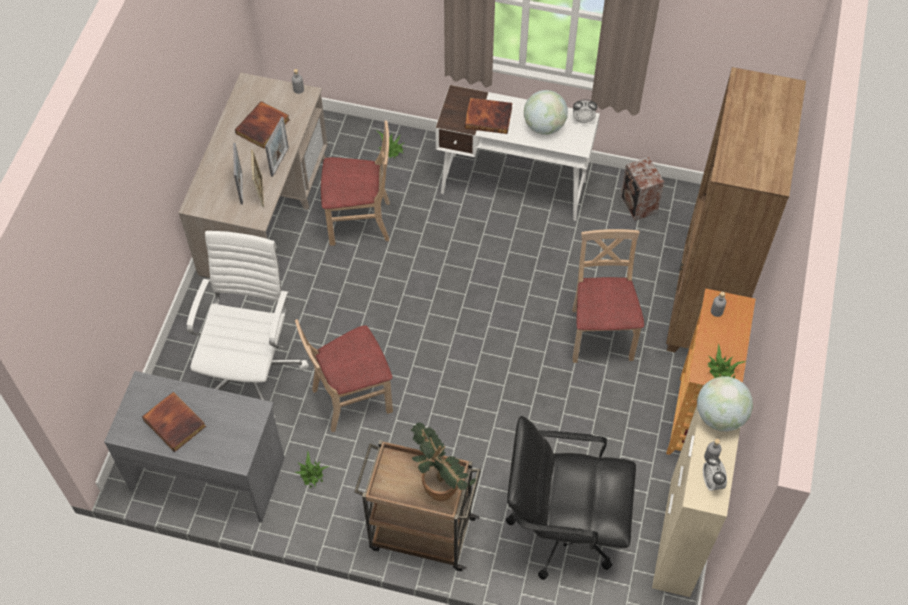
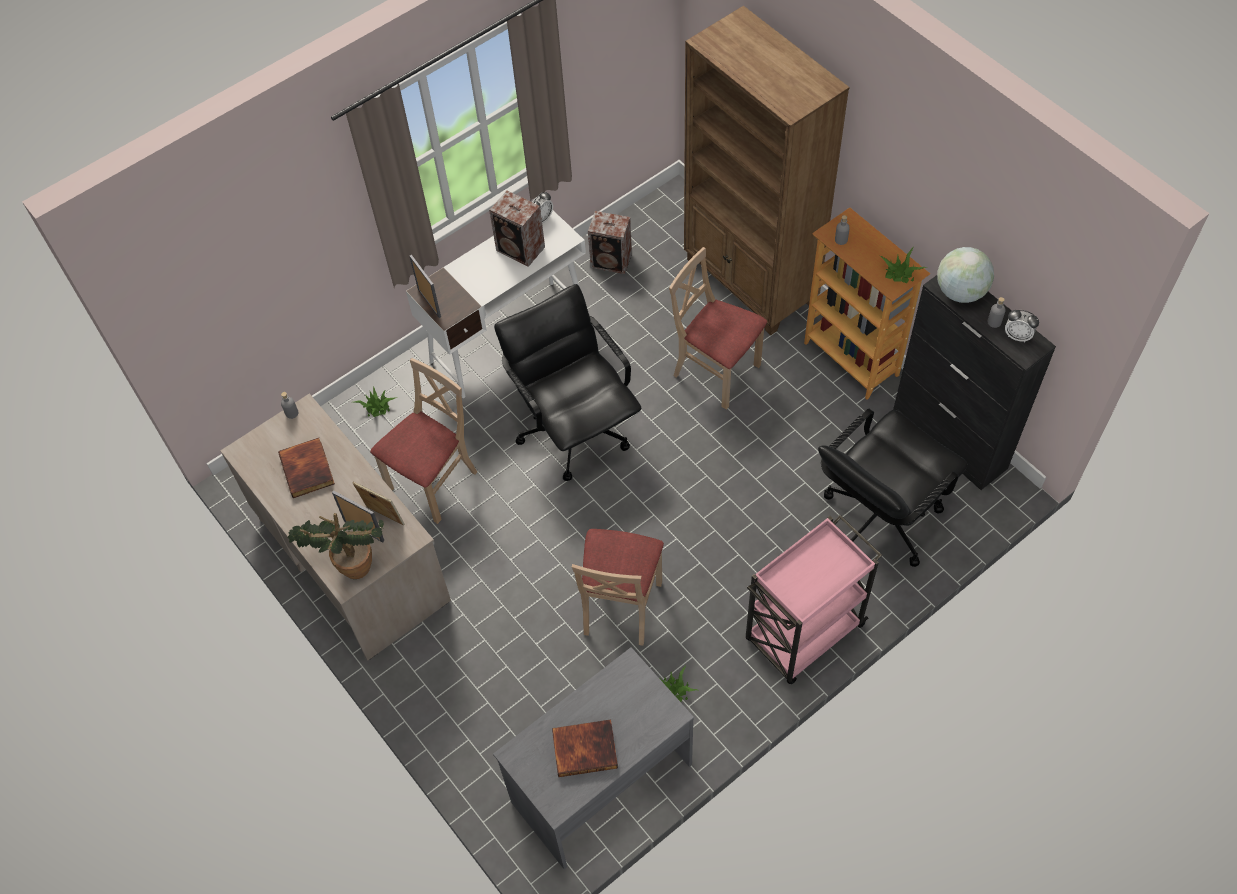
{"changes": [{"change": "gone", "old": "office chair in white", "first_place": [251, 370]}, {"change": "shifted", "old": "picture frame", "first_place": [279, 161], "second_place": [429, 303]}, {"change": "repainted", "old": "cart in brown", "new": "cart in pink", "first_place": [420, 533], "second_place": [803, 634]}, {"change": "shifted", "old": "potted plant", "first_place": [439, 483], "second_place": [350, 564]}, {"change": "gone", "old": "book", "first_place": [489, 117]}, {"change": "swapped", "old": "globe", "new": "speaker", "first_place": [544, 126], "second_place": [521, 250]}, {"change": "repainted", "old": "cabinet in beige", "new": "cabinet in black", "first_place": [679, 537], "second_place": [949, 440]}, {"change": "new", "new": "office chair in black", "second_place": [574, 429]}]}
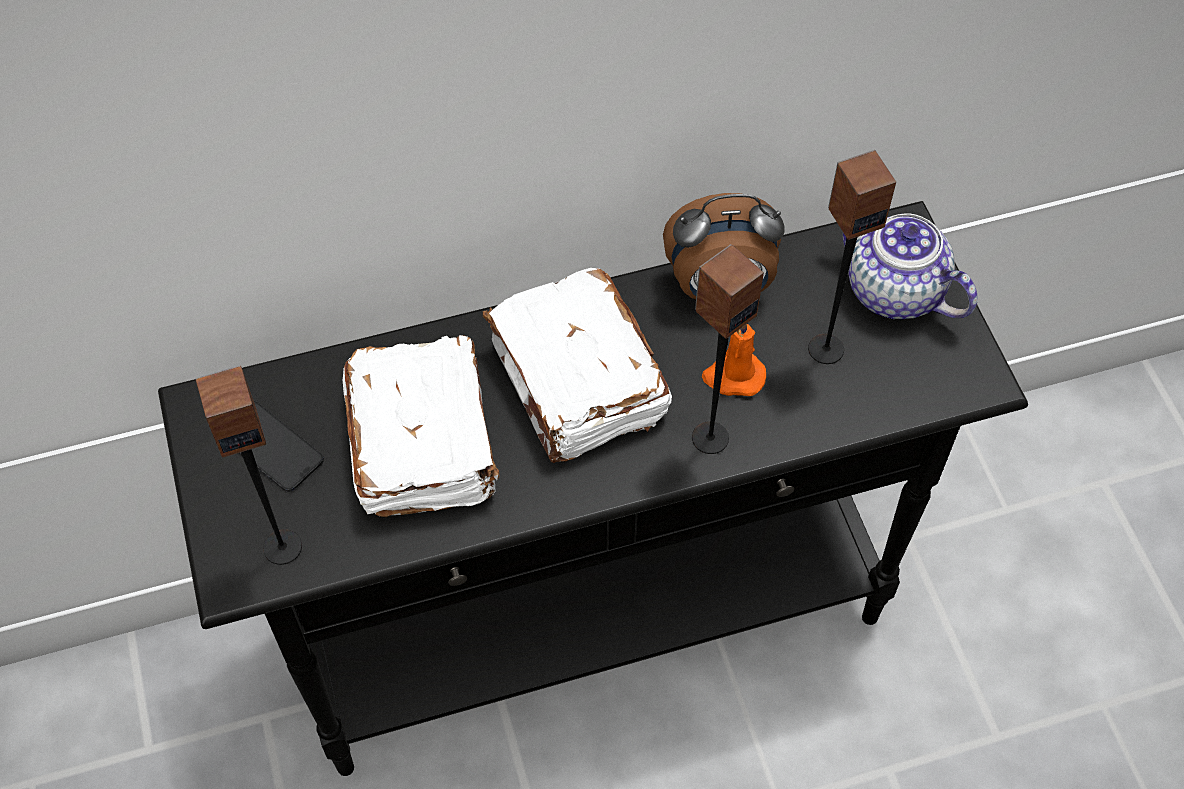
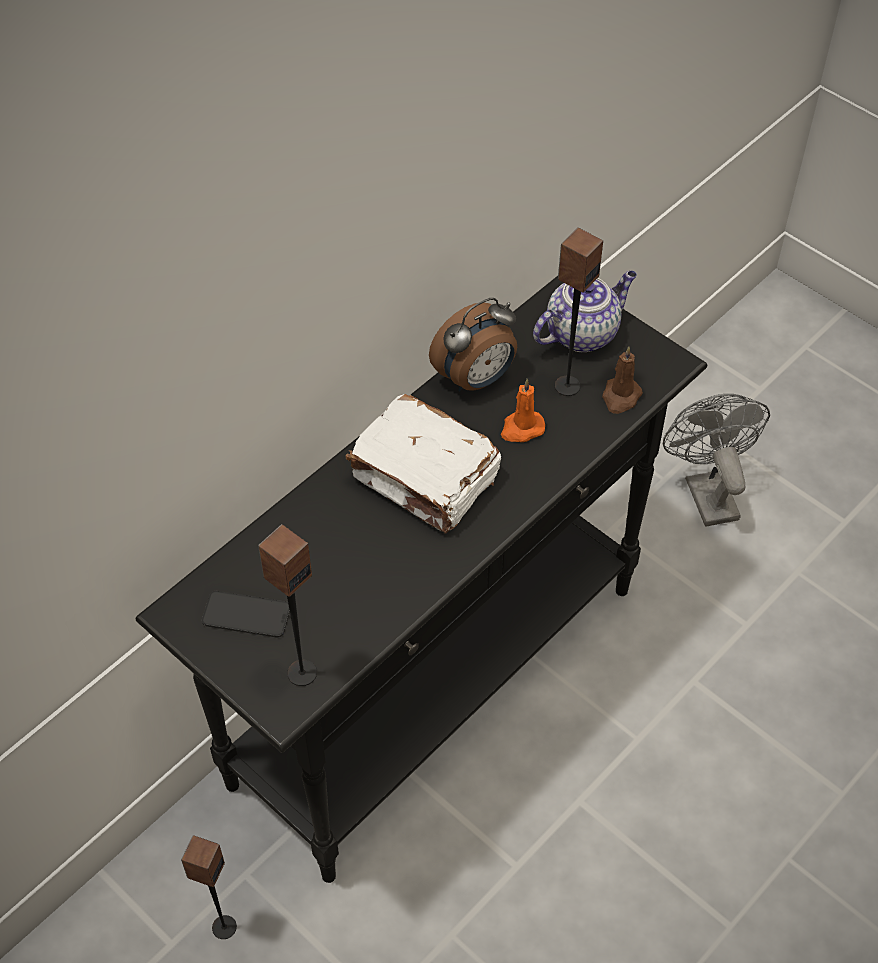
{"changes": [{"change": "gone", "old": "book in white", "first_place": [424, 441]}, {"change": "shifted", "old": "speaker", "first_place": [709, 437], "second_place": [223, 927]}, {"change": "rotated", "old": "teapot", "first_place": [891, 290], "second_place": [582, 332], "degrees": 135}, {"change": "new", "new": "candle in brown", "second_place": [620, 397]}, {"change": "new", "new": "fan in grey", "second_place": [707, 491]}]}
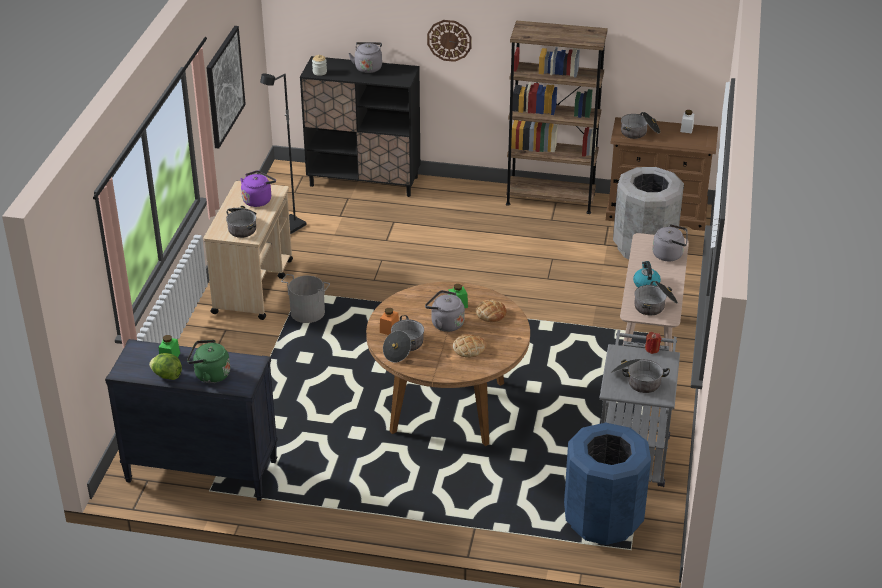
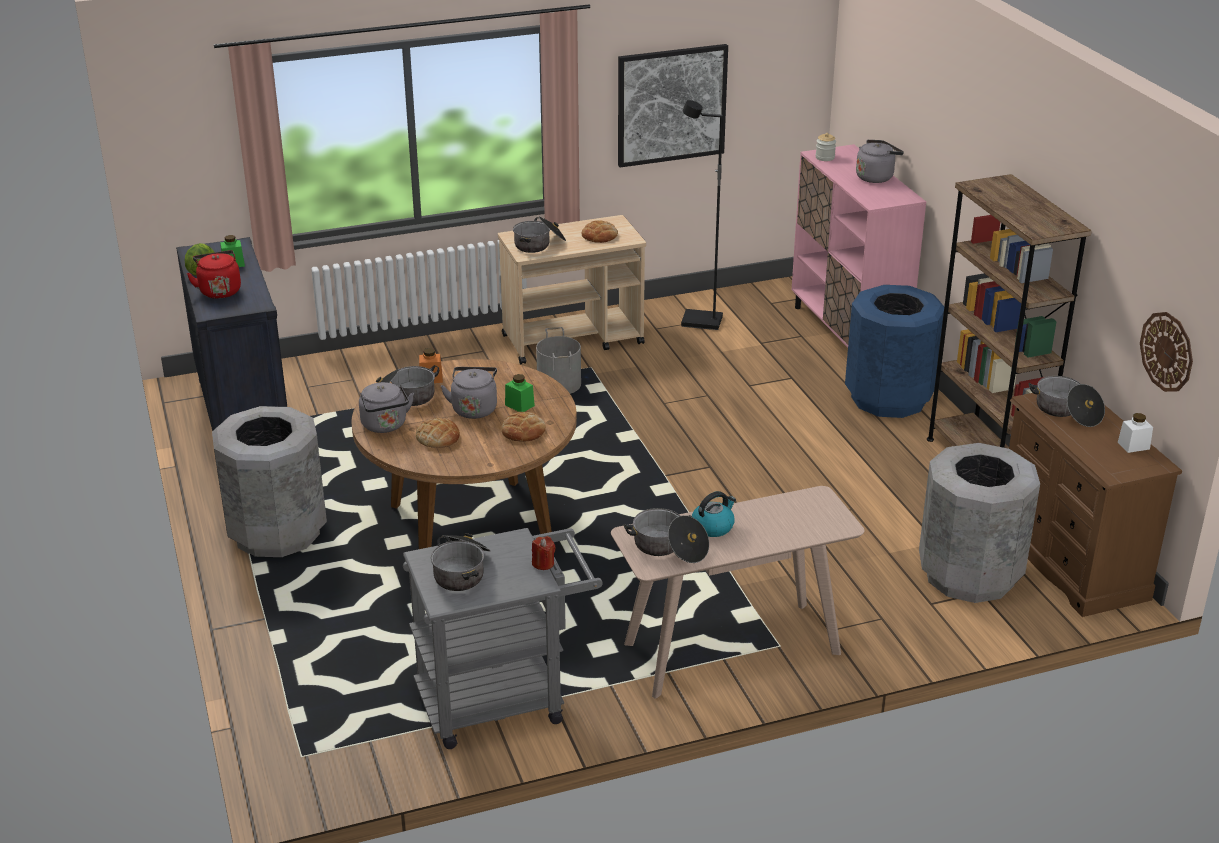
{"changes": [{"change": "repainted", "old": "kettle in green", "new": "kettle in red", "first_place": [210, 375], "second_place": [219, 291]}, {"change": "swapped", "old": "kettle in purple", "new": "bread", "first_place": [258, 200], "second_place": [599, 236]}, {"change": "repainted", "old": "cabinet in black", "new": "cabinet in pink", "first_place": [364, 181], "second_place": [847, 334]}, {"change": "shifted", "old": "wall clock", "first_place": [449, 40], "second_place": [1167, 351]}, {"change": "shifted", "old": "trash can in blue", "first_place": [603, 521], "second_place": [888, 399]}, {"change": "shifted", "old": "kettle in grey", "first_place": [669, 255], "second_place": [385, 426]}, {"change": "new", "new": "trash can in grey", "second_place": [277, 534]}]}
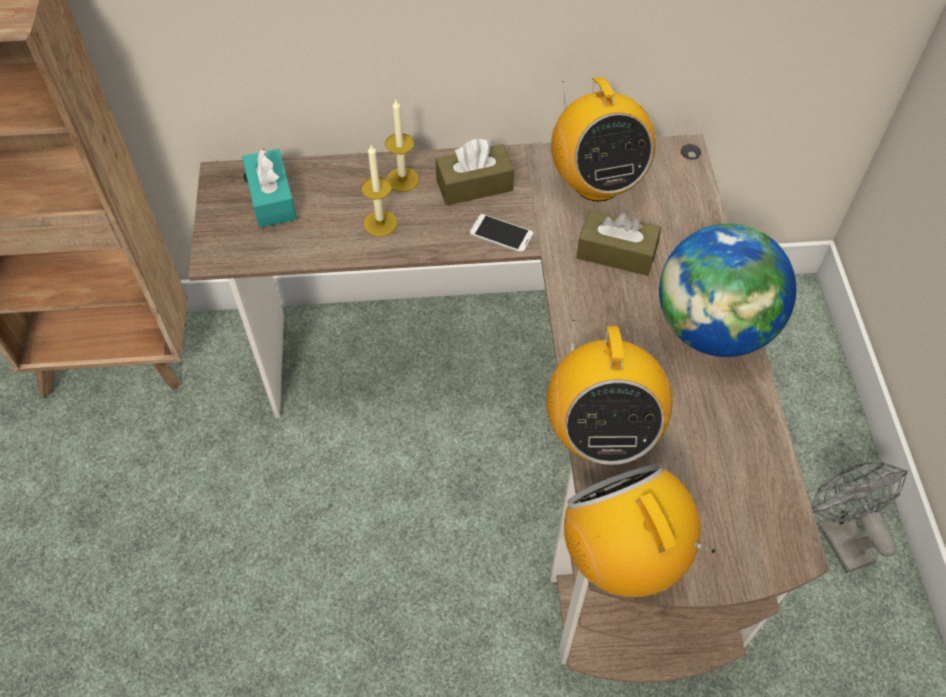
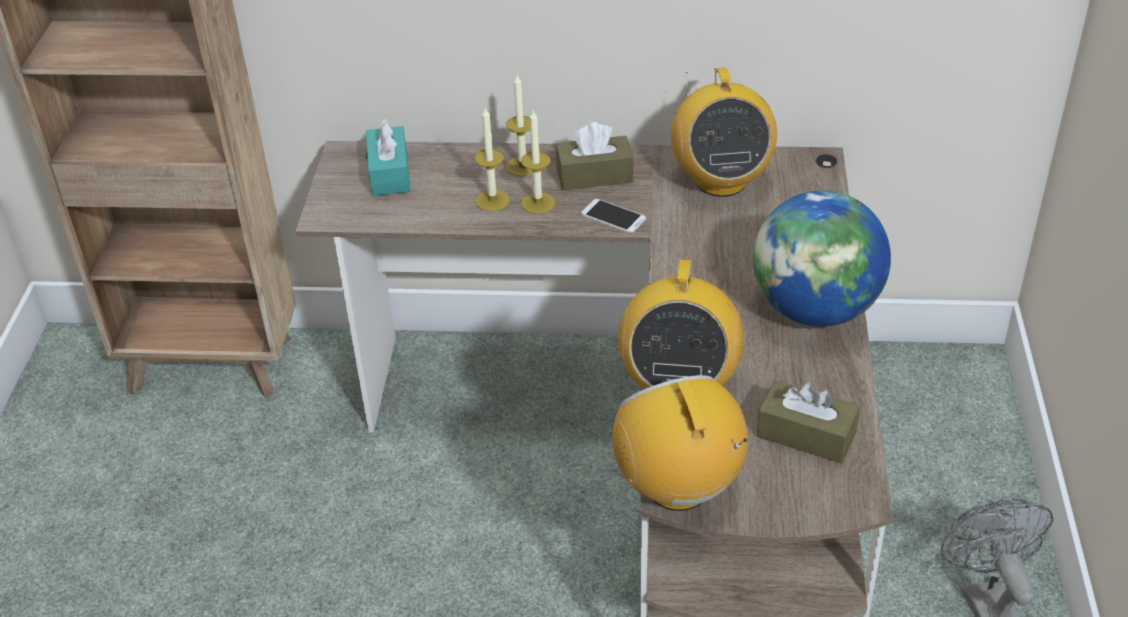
{"changes": [{"change": "shifted", "old": "tissue box in brown", "first_place": [616, 253], "second_place": [806, 434]}, {"change": "new", "new": "candle", "second_place": [538, 203]}]}
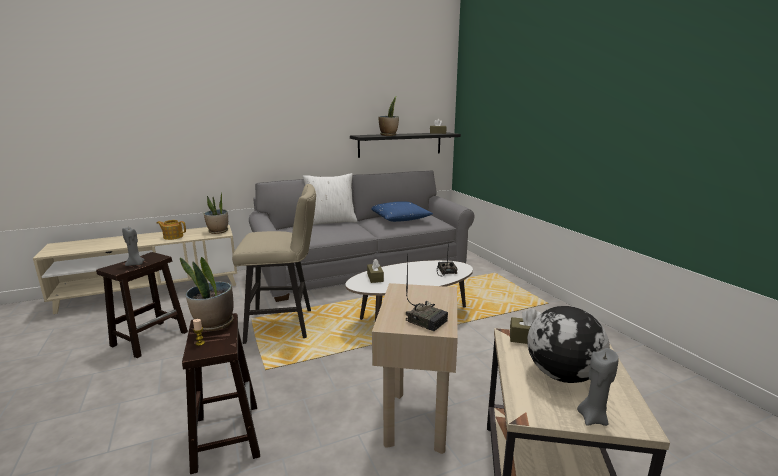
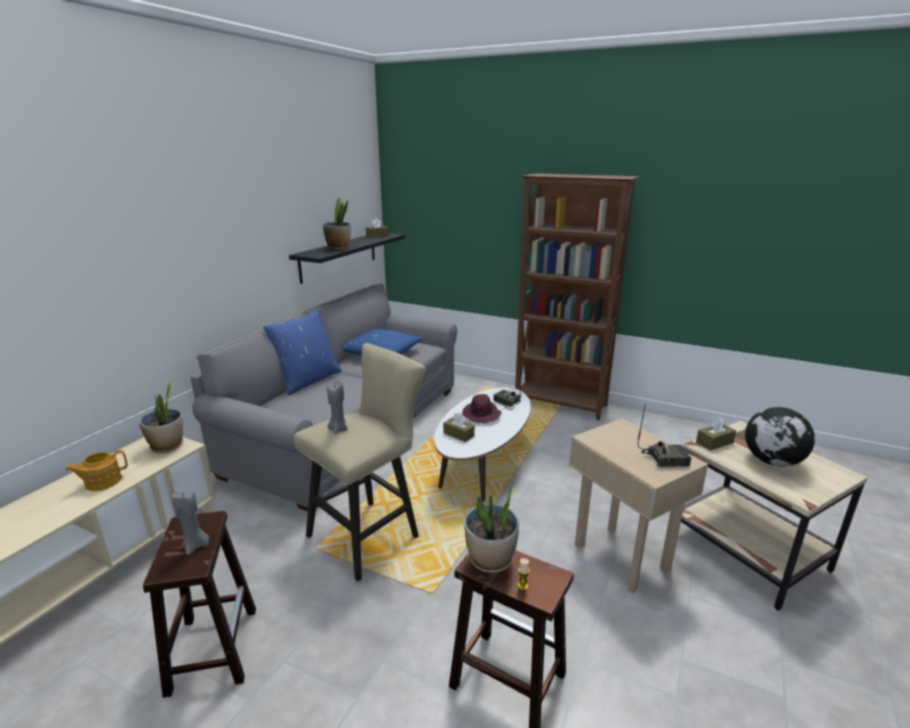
{"changes": [{"change": "repainted", "old": "pillow in white", "new": "pillow in blue", "first_place": [331, 222], "second_place": [308, 380]}, {"change": "shifted", "old": "candle in grey", "first_place": [592, 418], "second_place": [338, 429]}, {"change": "new", "new": "hat in purple", "second_place": [481, 415]}, {"change": "new", "new": "bookcase in brown", "second_place": [561, 404]}]}
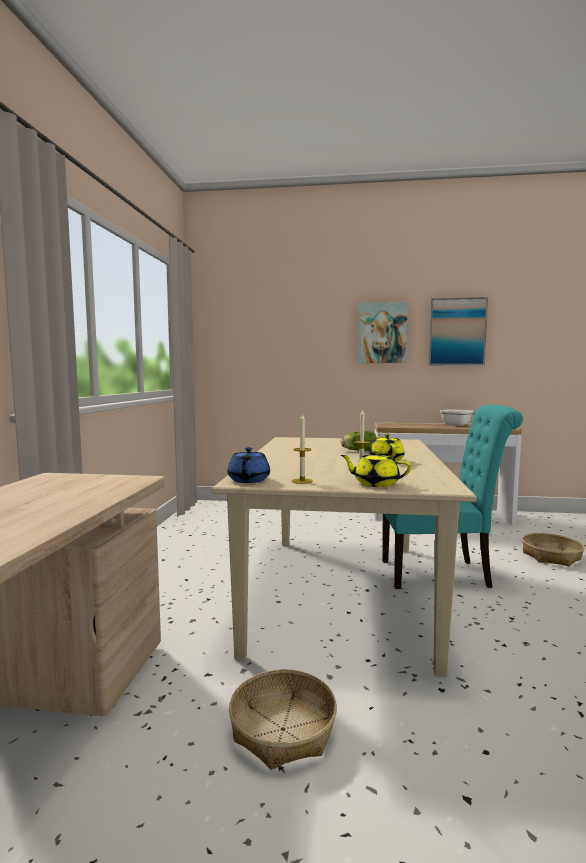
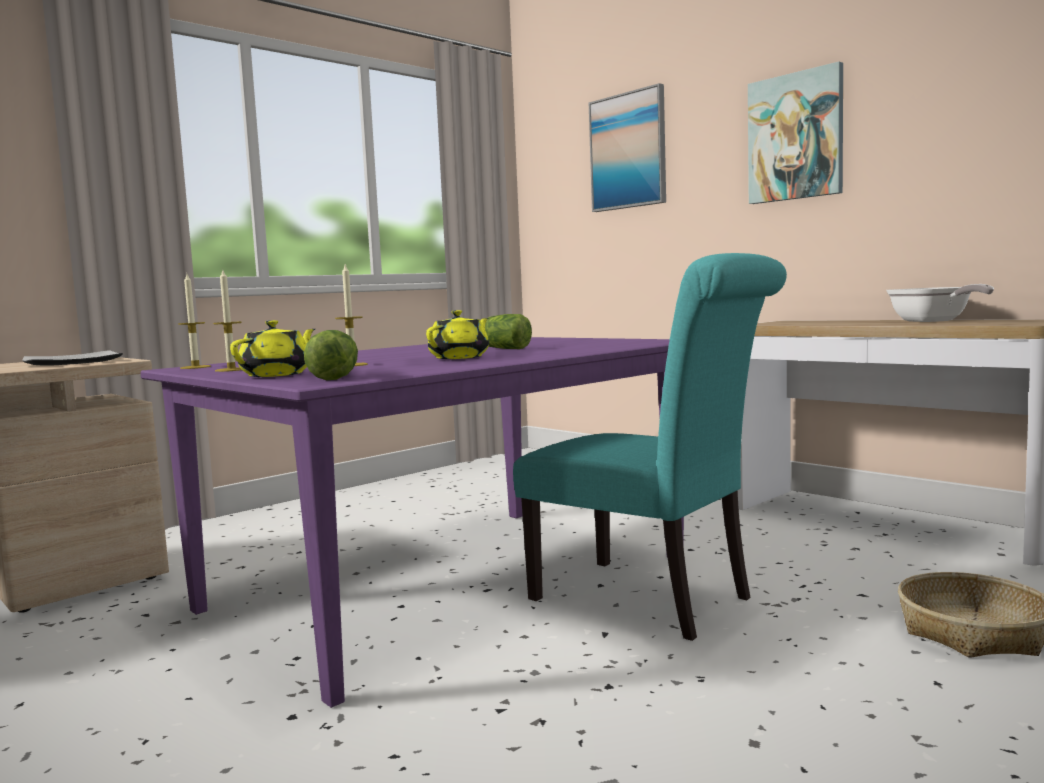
{"changes": [{"change": "repainted", "old": "dining table in beige", "new": "dining table in purple", "first_place": [340, 591], "second_place": [450, 582]}, {"change": "swapped", "old": "teapot in blue", "new": "candle", "first_place": [248, 480], "second_place": [195, 367]}, {"change": "gone", "old": "basket", "first_place": [283, 730]}, {"change": "rotated", "old": "teapot in yellow", "first_place": [375, 483], "second_place": [277, 375], "degrees": 60}, {"change": "shifted", "old": "picture", "first_place": [457, 332], "second_place": [628, 151]}, {"change": "new", "new": "plate", "second_place": [74, 362]}, {"change": "new", "new": "lettuce", "second_place": [336, 377]}]}
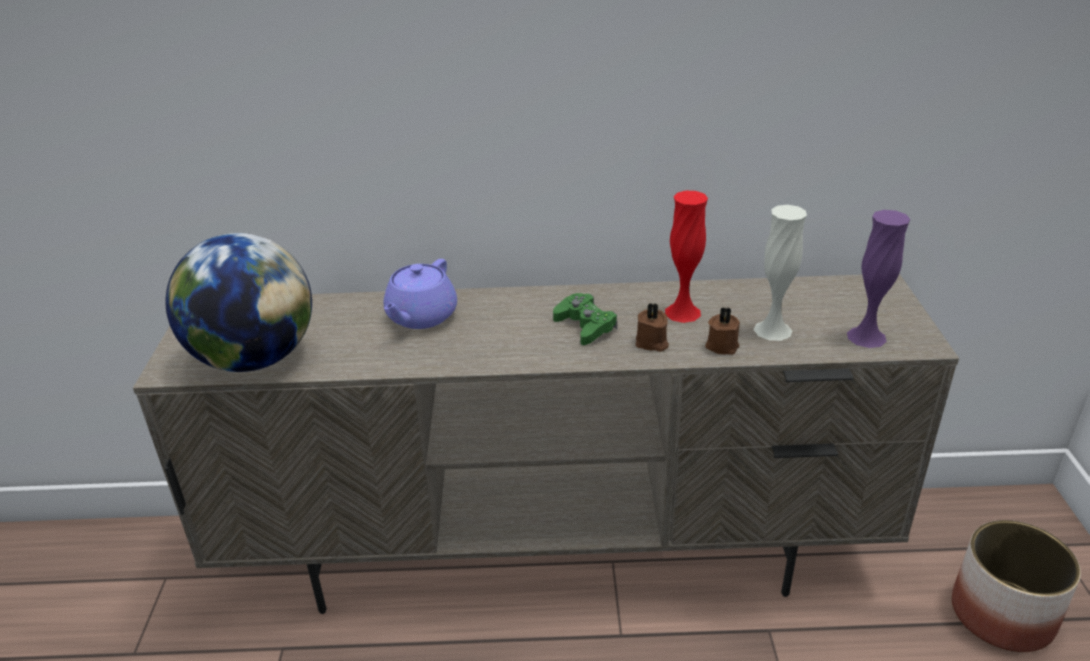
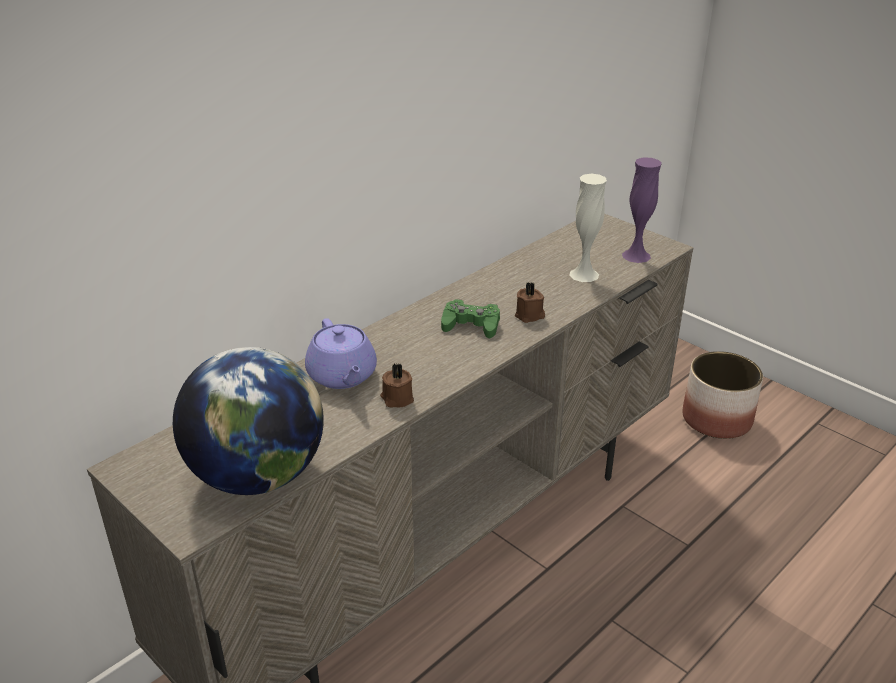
{"changes": [{"change": "gone", "old": "vase in red", "first_place": [682, 312]}, {"change": "shifted", "old": "candle in brown", "first_place": [721, 345], "second_place": [396, 399]}]}
